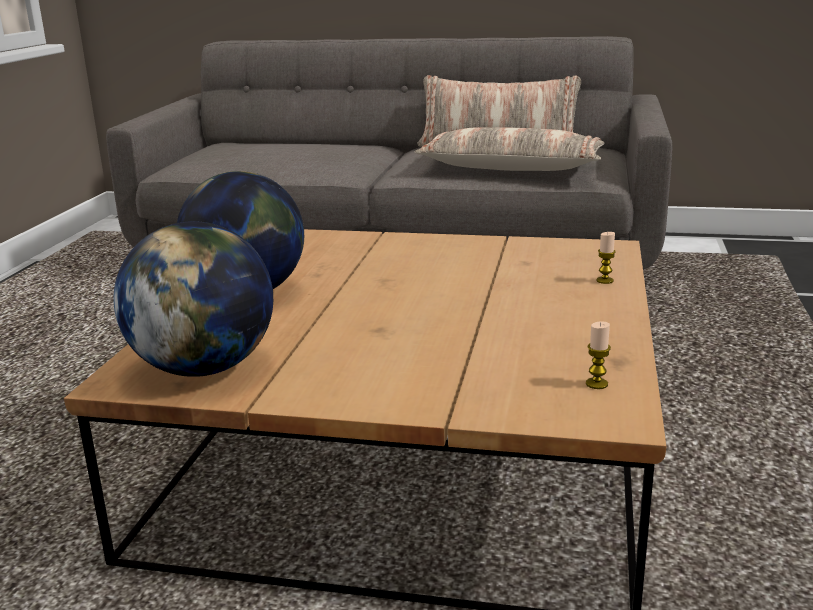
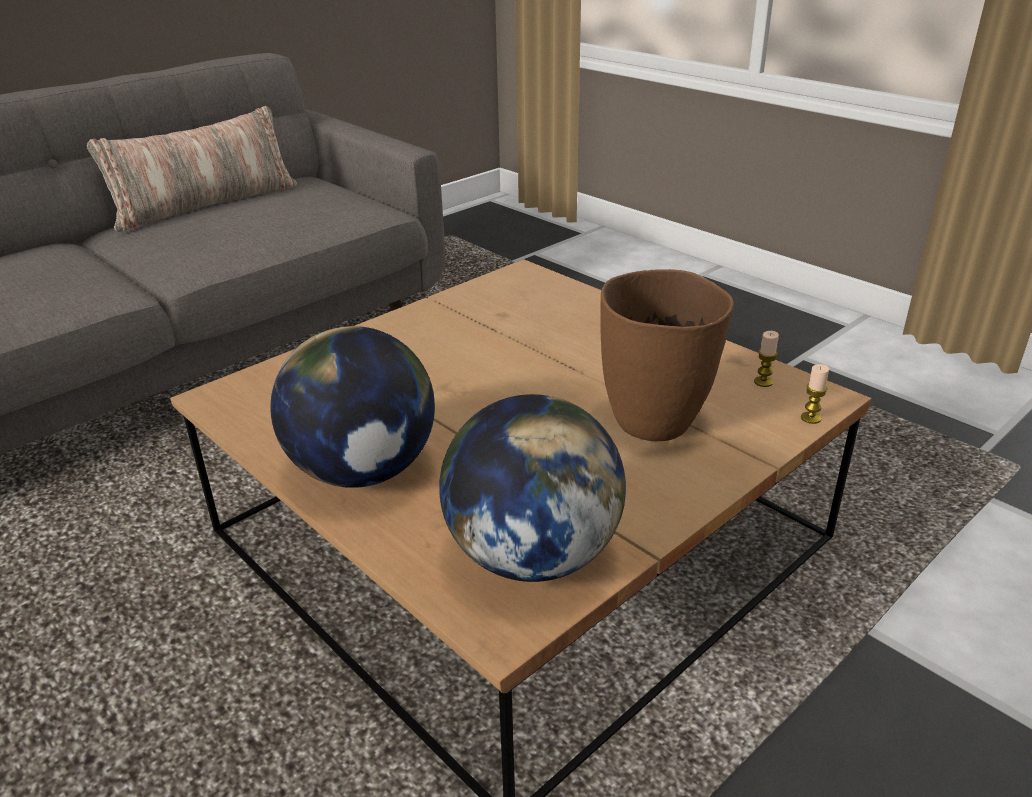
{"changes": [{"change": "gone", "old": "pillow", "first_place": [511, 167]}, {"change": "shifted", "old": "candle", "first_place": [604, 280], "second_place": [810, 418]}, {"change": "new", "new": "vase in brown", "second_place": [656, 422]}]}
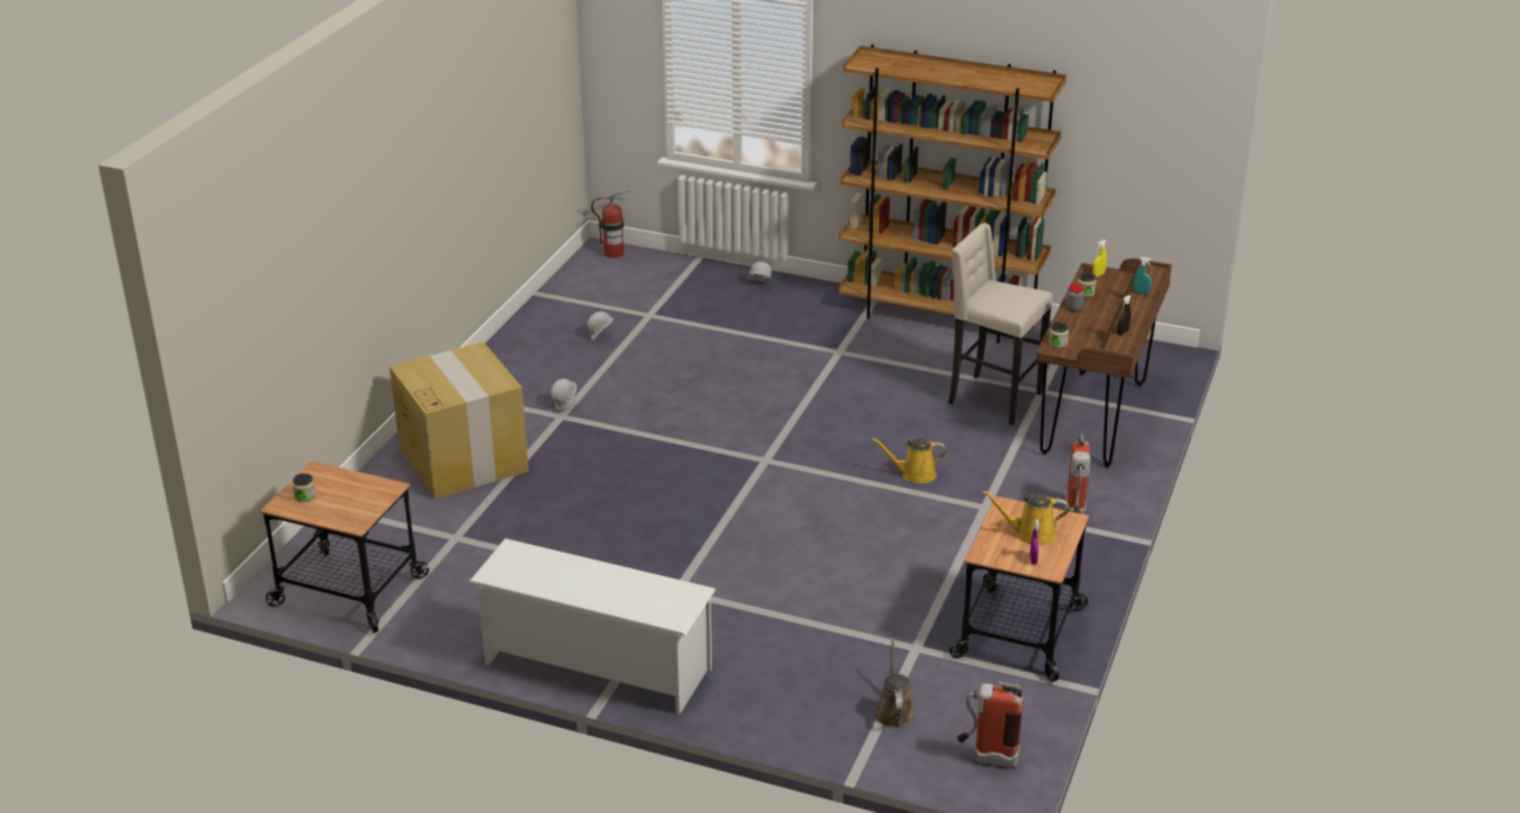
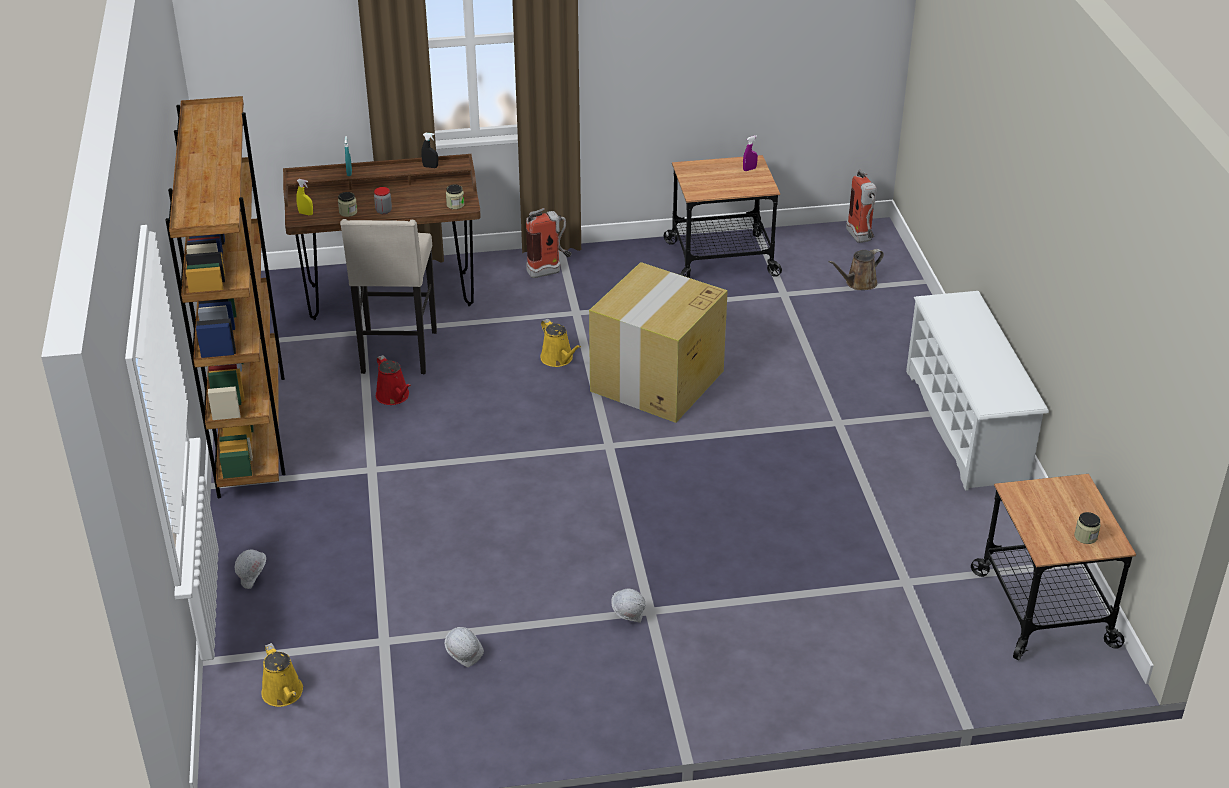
{"changes": [{"change": "shifted", "old": "cardboard box", "first_place": [462, 459], "second_place": [656, 382]}, {"change": "gone", "old": "fire extinguisher", "first_place": [614, 253]}, {"change": "shifted", "old": "watering can in yellow", "first_place": [1030, 534], "second_place": [284, 694]}, {"change": "new", "new": "watering can in red", "second_place": [394, 397]}]}
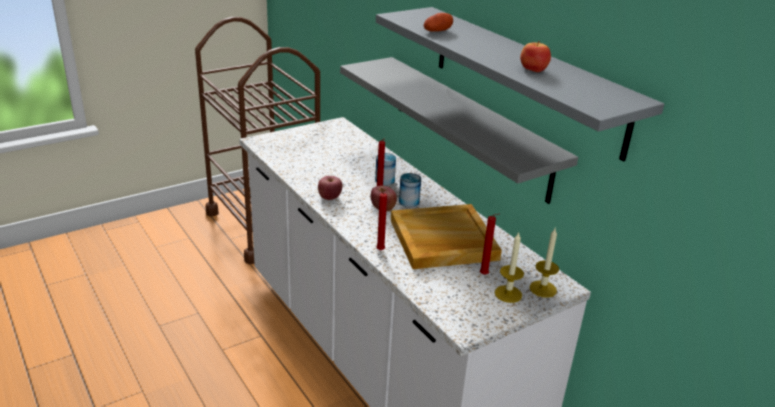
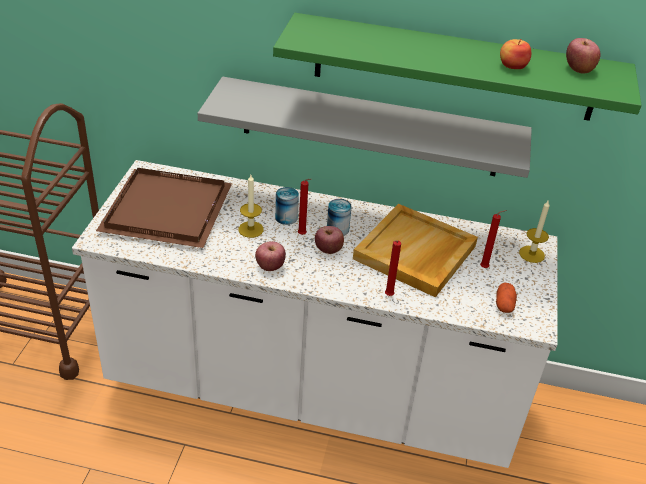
{"changes": [{"change": "repainted", "old": "shelf in grey", "new": "shelf in green", "first_place": [524, 78], "second_place": [454, 67]}, {"change": "shifted", "old": "potato", "first_place": [437, 31], "second_place": [504, 304]}, {"change": "shifted", "old": "candle", "first_place": [508, 294], "second_place": [251, 229]}, {"change": "new", "new": "tray in brown", "second_place": [168, 211]}, {"change": "new", "new": "apple", "second_place": [578, 69]}]}
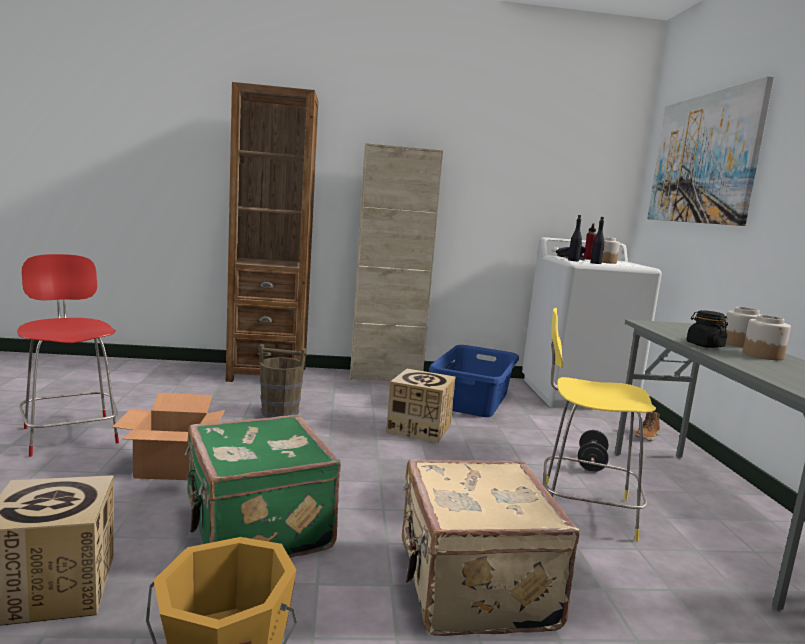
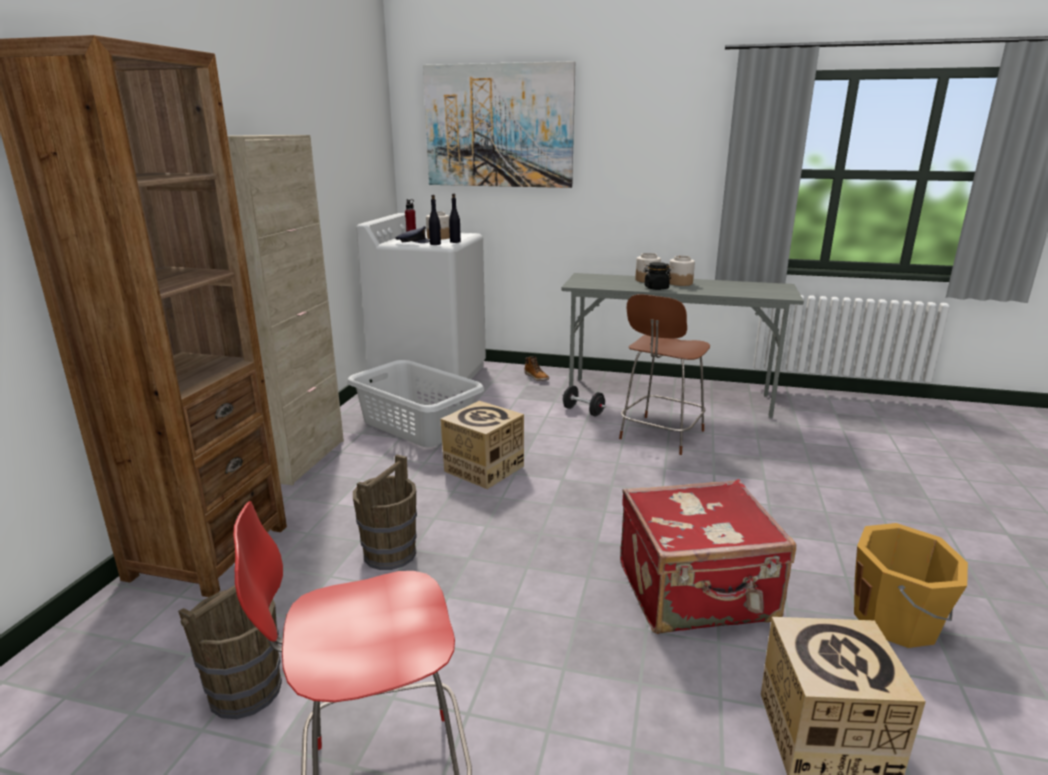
{"changes": [{"change": "gone", "old": "cardboard box", "first_place": [172, 467]}, {"change": "repainted", "old": "suitcase in green", "new": "suitcase in red", "first_place": [255, 528], "second_place": [697, 594]}, {"change": "gone", "old": "suitcase in beige", "first_place": [471, 586]}, {"change": "repainted", "old": "laundry basket in blue", "new": "laundry basket in grey", "first_place": [473, 400], "second_place": [417, 424]}, {"change": "repainted", "old": "stool in yellow", "new": "stool in brown", "first_place": [582, 509], "second_place": [660, 436]}, {"change": "new", "new": "bucket in brown", "second_place": [244, 691]}]}
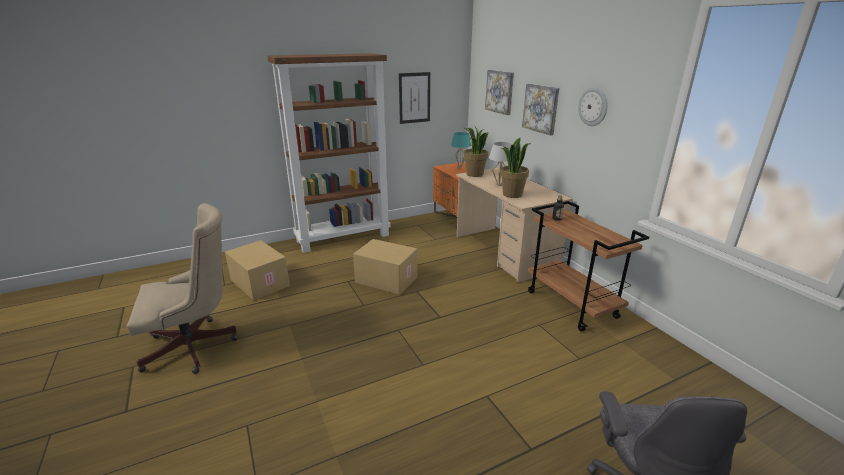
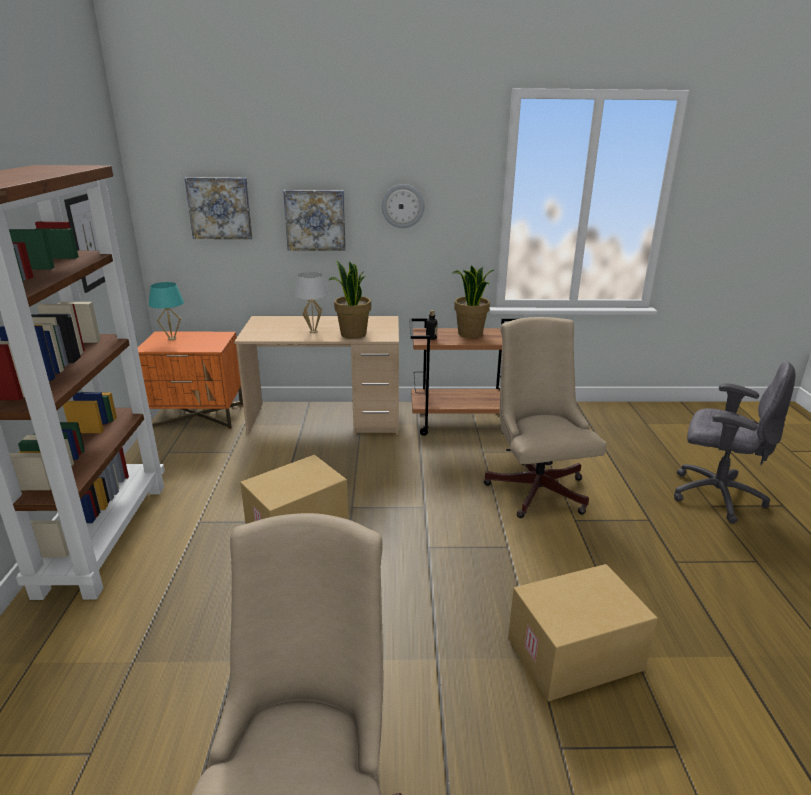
{"changes": [{"change": "shifted", "old": "cardboard box", "first_place": [259, 283], "second_place": [574, 655]}, {"change": "shifted", "old": "potted plant", "first_place": [474, 174], "second_place": [470, 334]}, {"change": "new", "new": "office chair in beige", "second_place": [536, 486]}]}
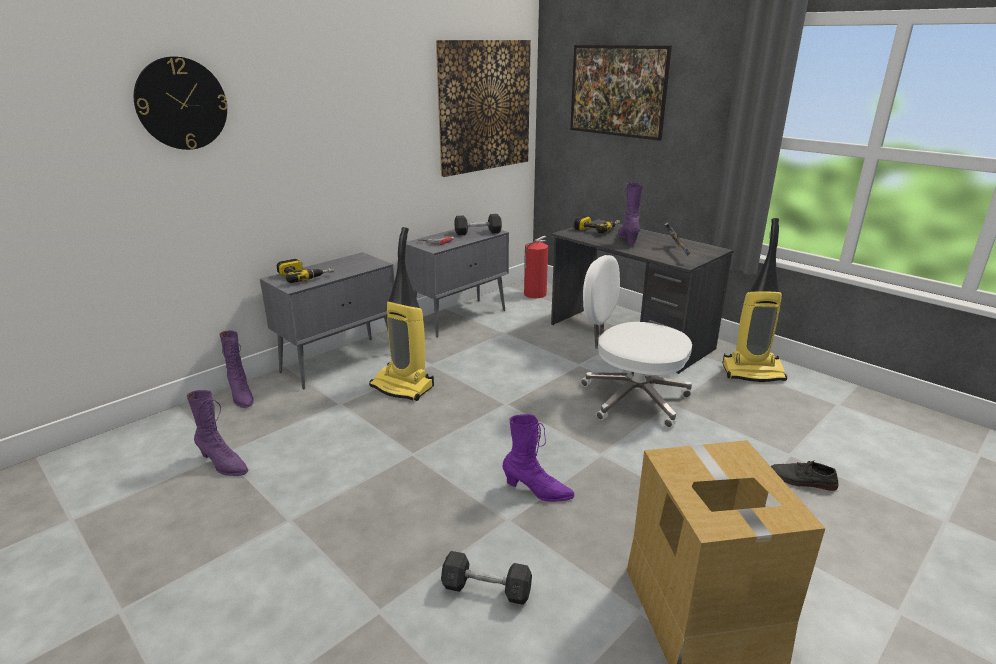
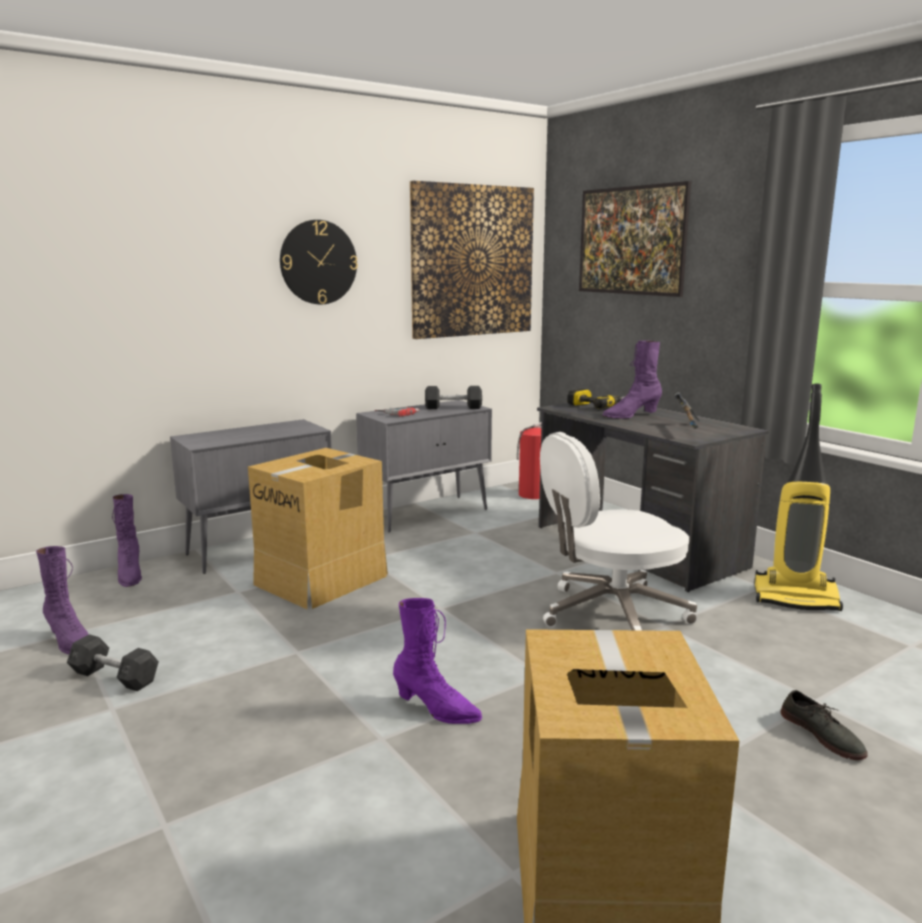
{"changes": [{"change": "shifted", "old": "wall clock", "first_place": [181, 104], "second_place": [318, 262]}, {"change": "gone", "old": "power drill", "first_place": [305, 276]}, {"change": "swapped", "old": "vacuum cleaner", "new": "cardboard box", "first_place": [403, 387], "second_place": [322, 580]}, {"change": "shifted", "old": "dumbbell in grey", "first_place": [486, 589], "second_place": [114, 677]}, {"change": "rotated", "old": "office chair in white", "first_place": [631, 398], "second_place": [611, 614], "degrees": -60}, {"change": "rotated", "old": "boot in purple", "first_place": [627, 239], "second_place": [630, 416], "degrees": -120}, {"change": "rotated", "old": "shoe in grey", "first_place": [801, 480], "second_place": [822, 734], "degrees": -150}]}
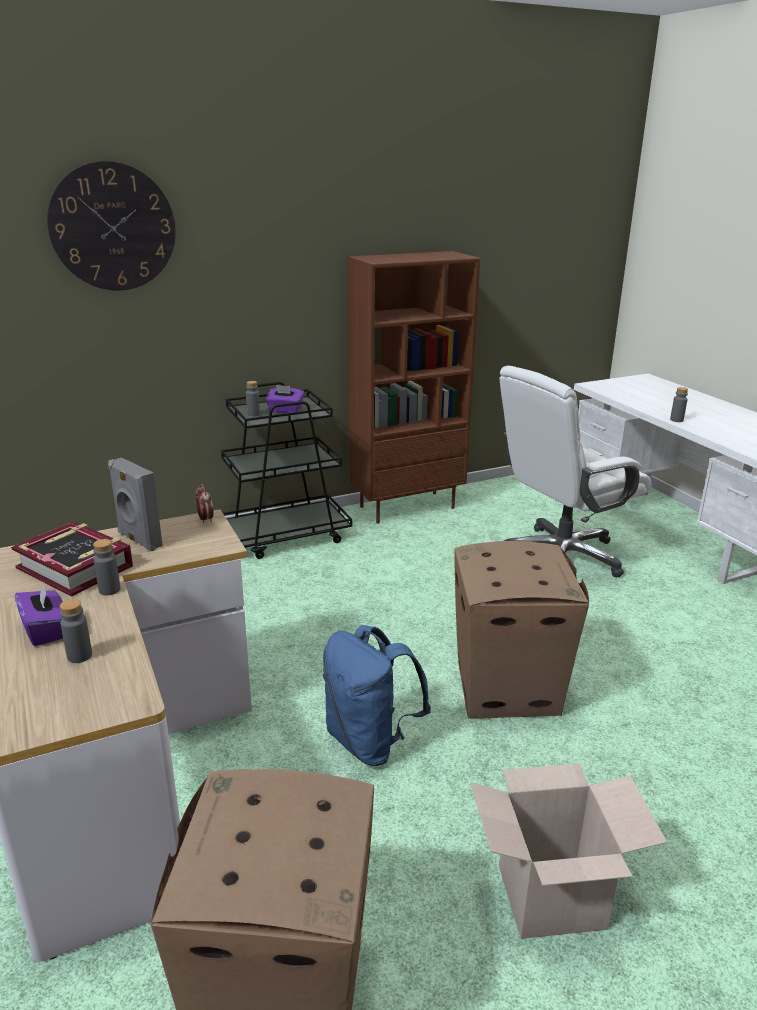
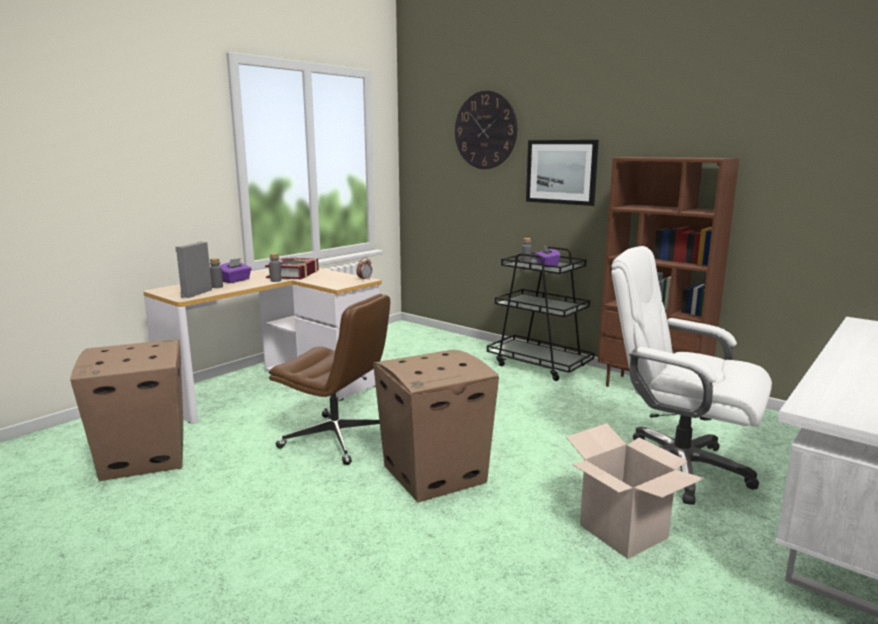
{"changes": [{"change": "shifted", "old": "speaker in grey", "first_place": [138, 540], "second_place": [196, 294]}, {"change": "swapped", "old": "backpack in blue", "new": "office chair in brown", "first_place": [370, 742], "second_place": [337, 439]}, {"change": "shifted", "old": "cardboard box", "first_place": [551, 897], "second_place": [623, 532]}, {"change": "gone", "old": "bottle in grey", "first_place": [676, 420]}, {"change": "new", "new": "picture", "second_place": [561, 172]}]}
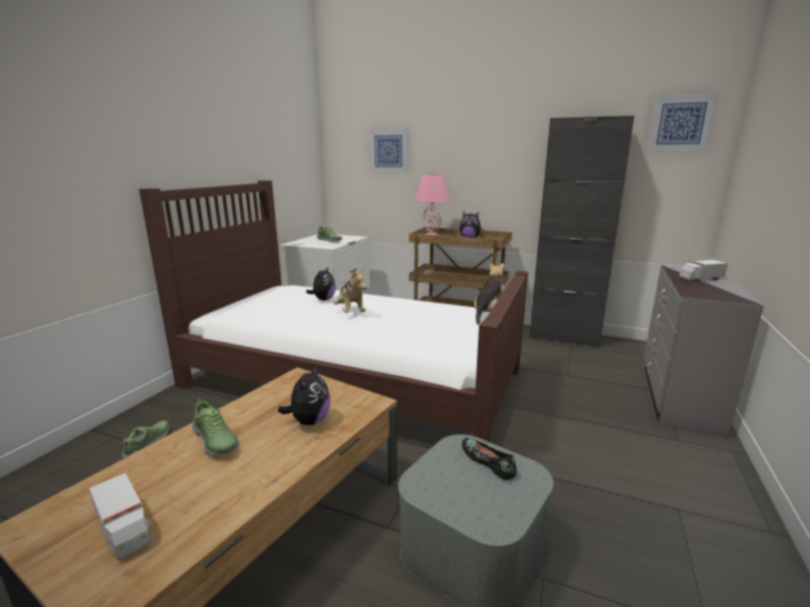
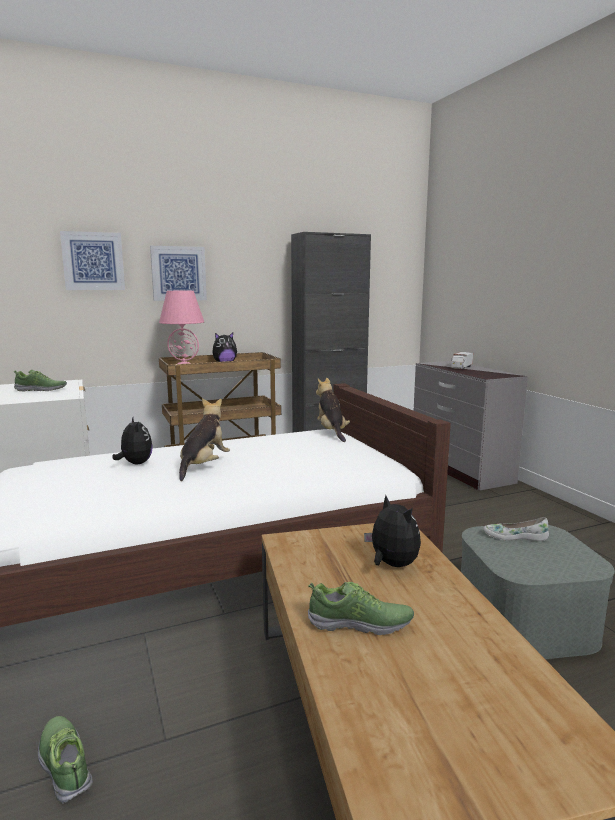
{"changes": [{"change": "gone", "old": "toy truck", "first_place": [124, 530]}, {"change": "rotated", "old": "plush toy", "first_place": [350, 312], "second_place": [204, 466], "degrees": -90}, {"change": "repainted", "old": "shoe in black", "new": "shoe in white", "first_place": [488, 461], "second_place": [515, 536]}, {"change": "shifted", "old": "picture", "first_place": [680, 123], "second_place": [178, 273]}]}
